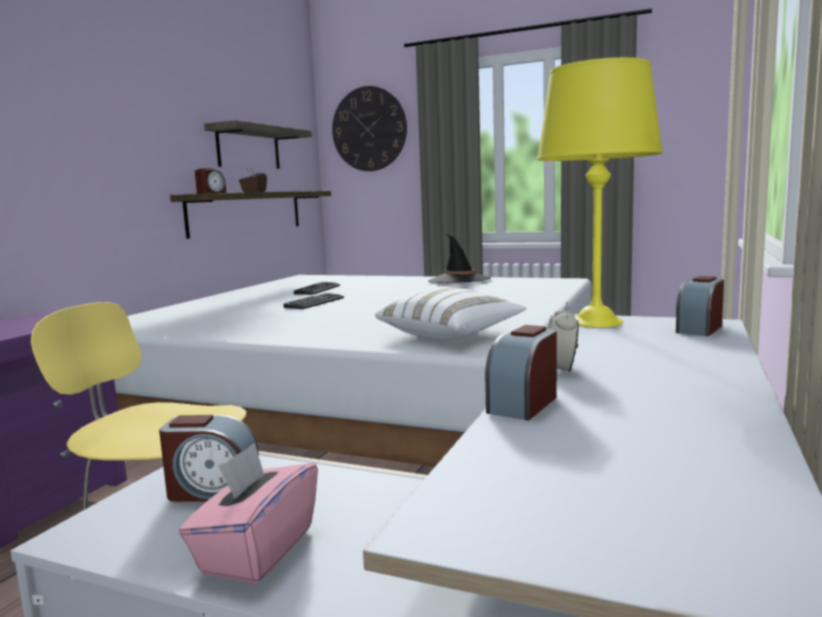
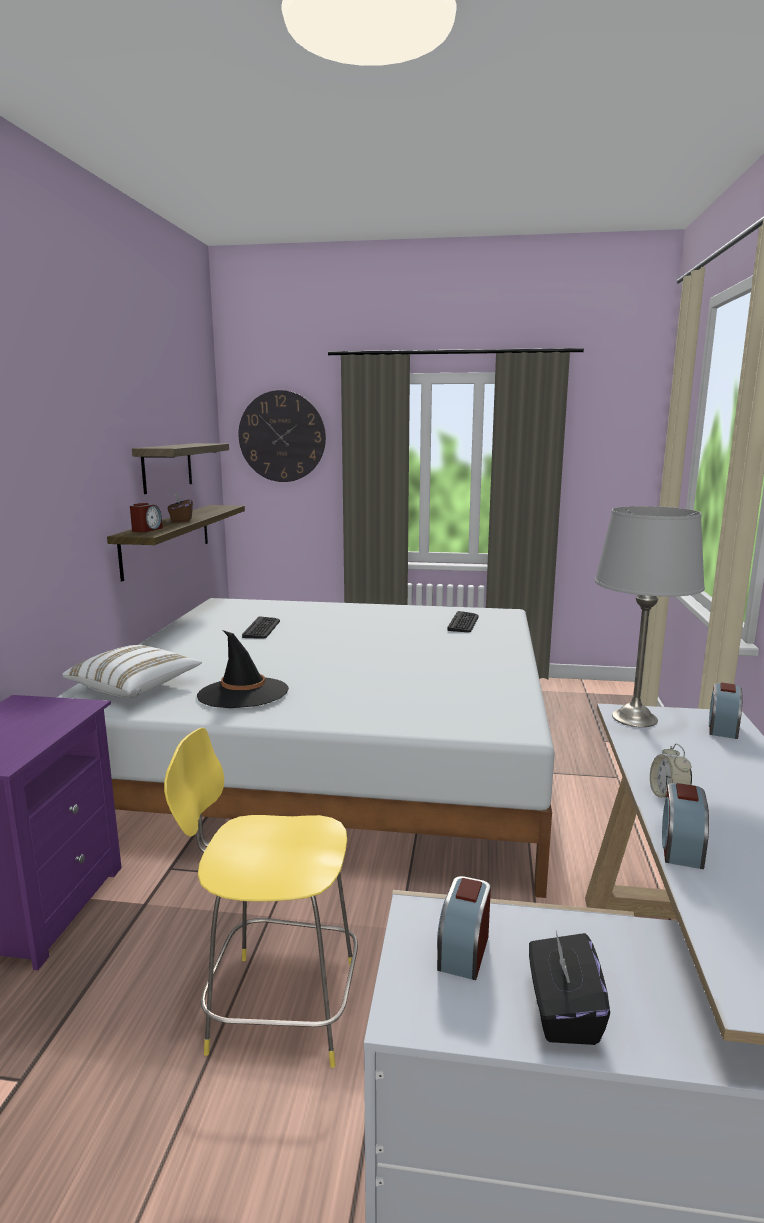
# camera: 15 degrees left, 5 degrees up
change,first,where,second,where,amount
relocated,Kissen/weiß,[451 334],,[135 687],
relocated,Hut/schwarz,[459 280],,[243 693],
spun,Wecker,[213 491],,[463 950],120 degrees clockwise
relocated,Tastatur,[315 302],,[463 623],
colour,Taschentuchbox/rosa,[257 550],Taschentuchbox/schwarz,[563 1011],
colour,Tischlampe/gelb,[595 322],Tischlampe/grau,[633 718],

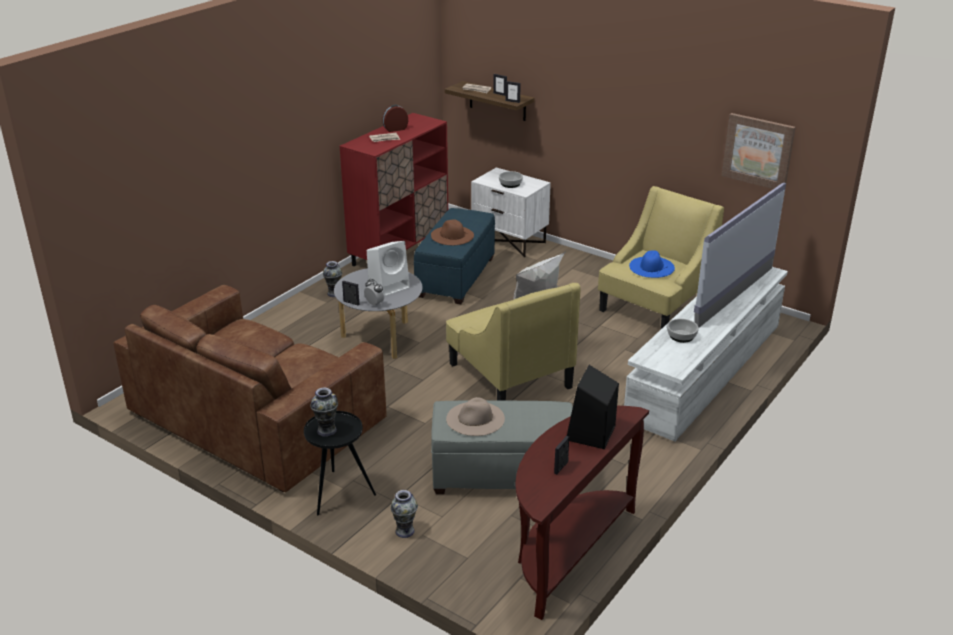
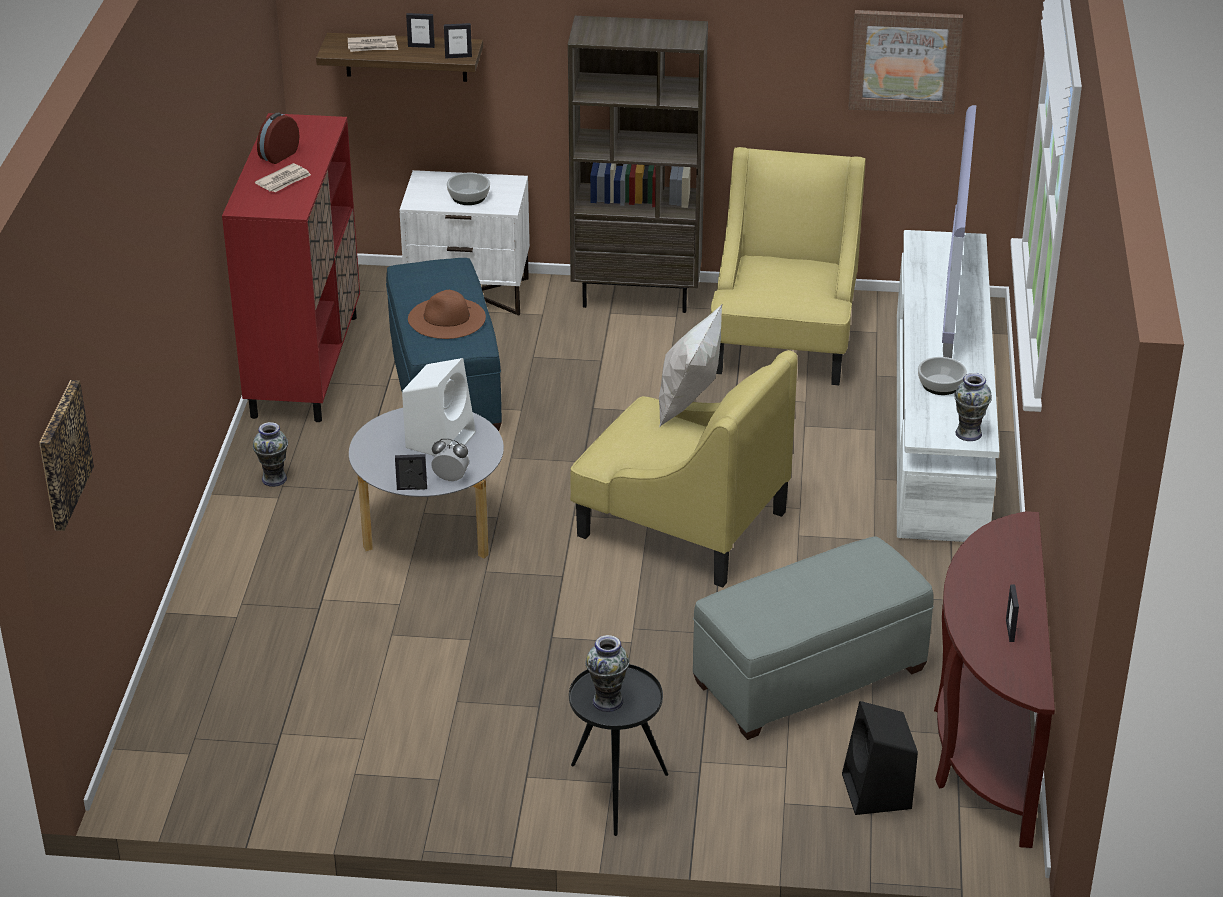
# camera: 30 degrees left, 5 degrees up
change,first,where,second,where,amount
appeared,,,Bild,[62 454],
appeared,,,Bücherregal/braun,[637 296],
relocated,Lautsprecher/schwarz,[590 434],,[877 793],
relocated,Vase,[404 531],,[968 433],
missing,Sofa/braun,[255 417],,,
missing,Hut/beige,[475 418],,,
missing,Hut/blau,[651 267],,,

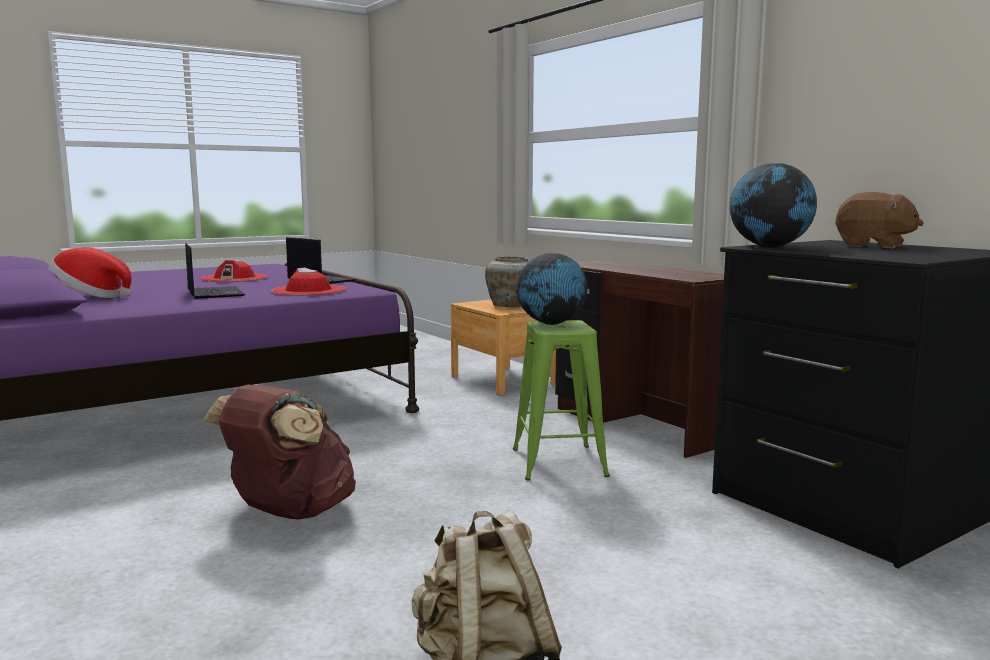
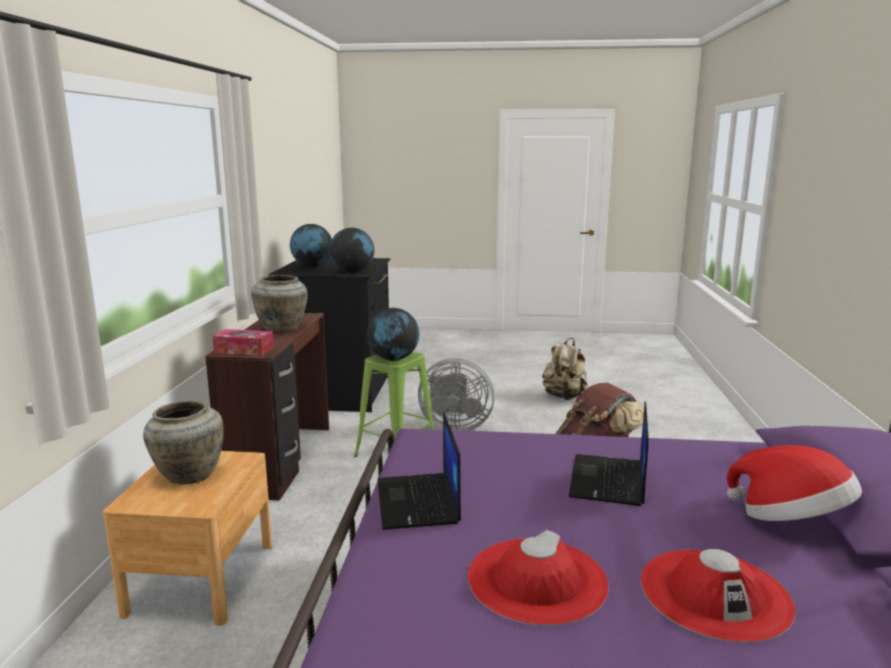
# camera: 140 degrees left, 5 degrees up
change,first,where,second,where,amount
appeared,,,Taschentuchbox,[244 350],
appeared,,,Vase/beige,[281 329],
exchanged,Plüschtier/braun,[873 246],Globus,[312 266],
appeared,,,Ventilator/grau,[454 427],
relocated,Hut/rot,[308 291],,[714 593],

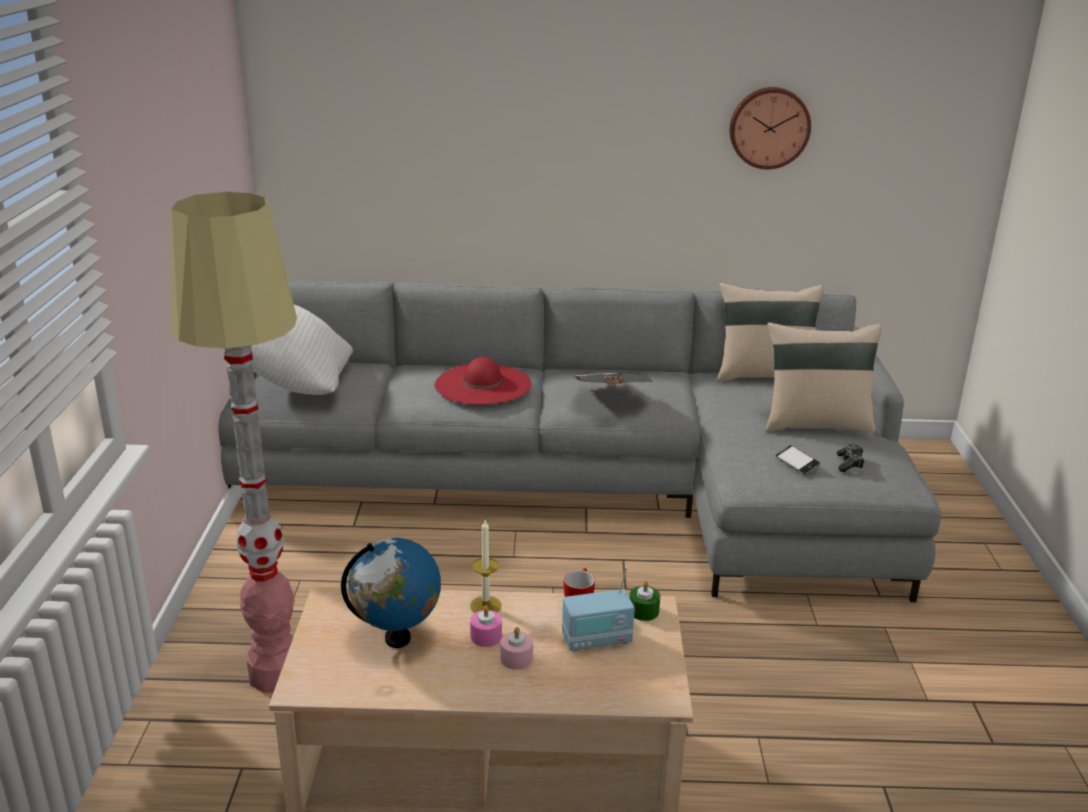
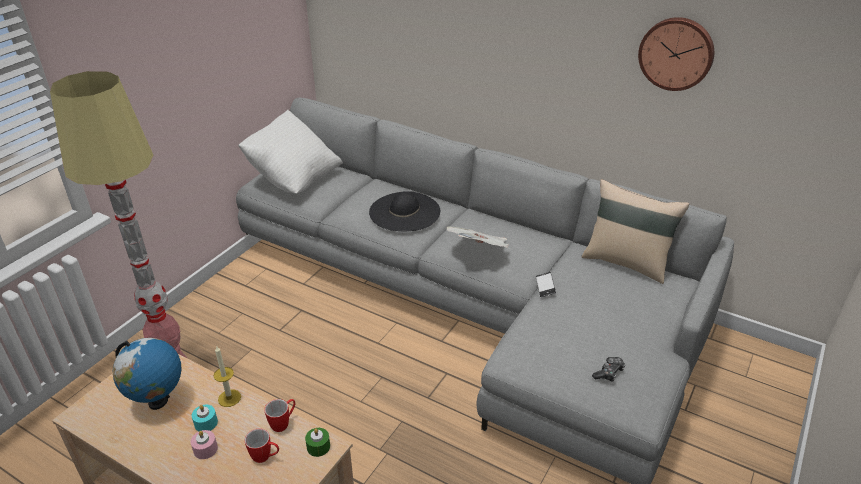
# camera: 30 degrees right, 10 degrees up
change,first,where,second,where,amount
colour,Kerze/rosa,[486 636],Kerze/türkis,[206 423],
exchanged,Radio,[597 640],Henkelbecher,[265 457],
colour,Hut/rot,[483 384],Hut/schwarz,[404 212],
relocated,Handy,[797 463],,[545 287],
missing,Kissen/beige,[815 423],,,

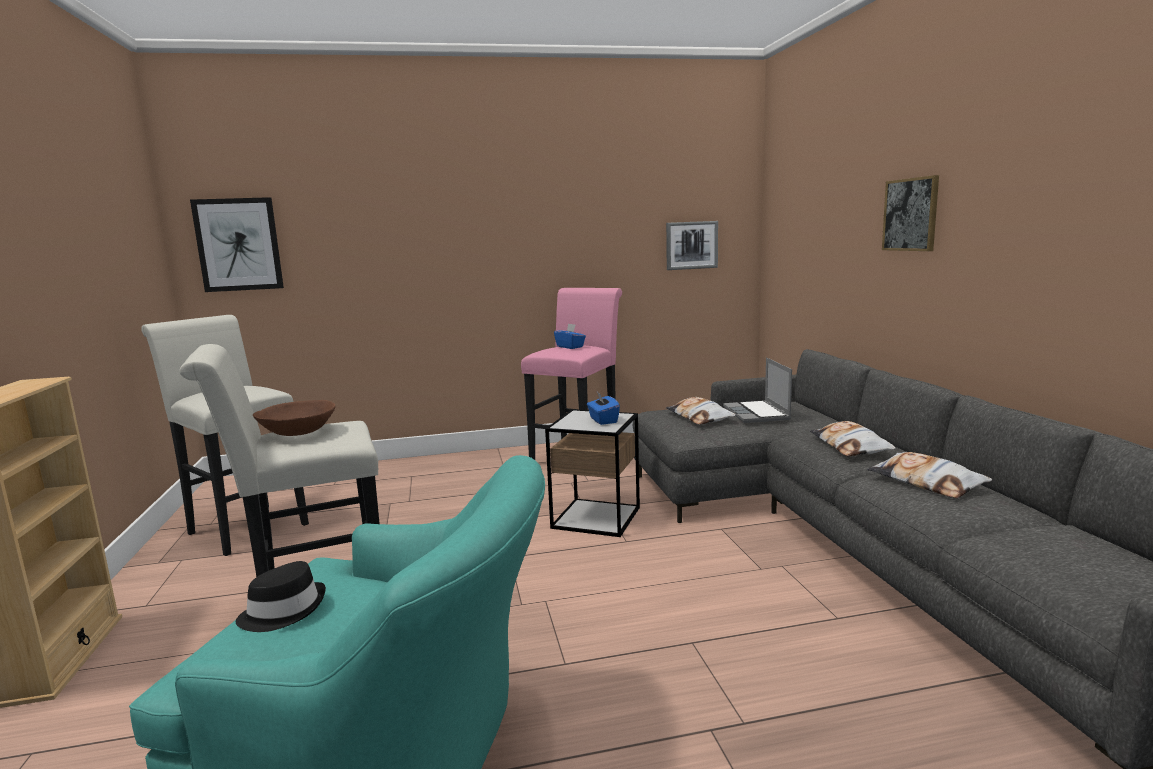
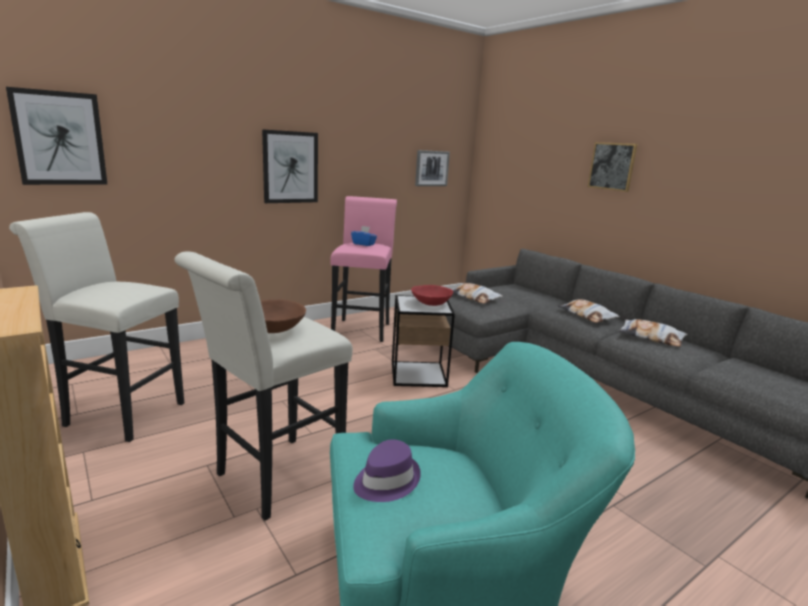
# camera: 25 degrees left, 5 degrees up
change,first,where,second,where,amount
appeared,,,Bild,[290 167],
colour,Hut/schwarz,[284 610],Hut/lila,[385 480],
exchanged,Taschentuchbox/blau,[603 420],Schüssel/rot,[431 303],
missing,Laptop,[757 413],,,

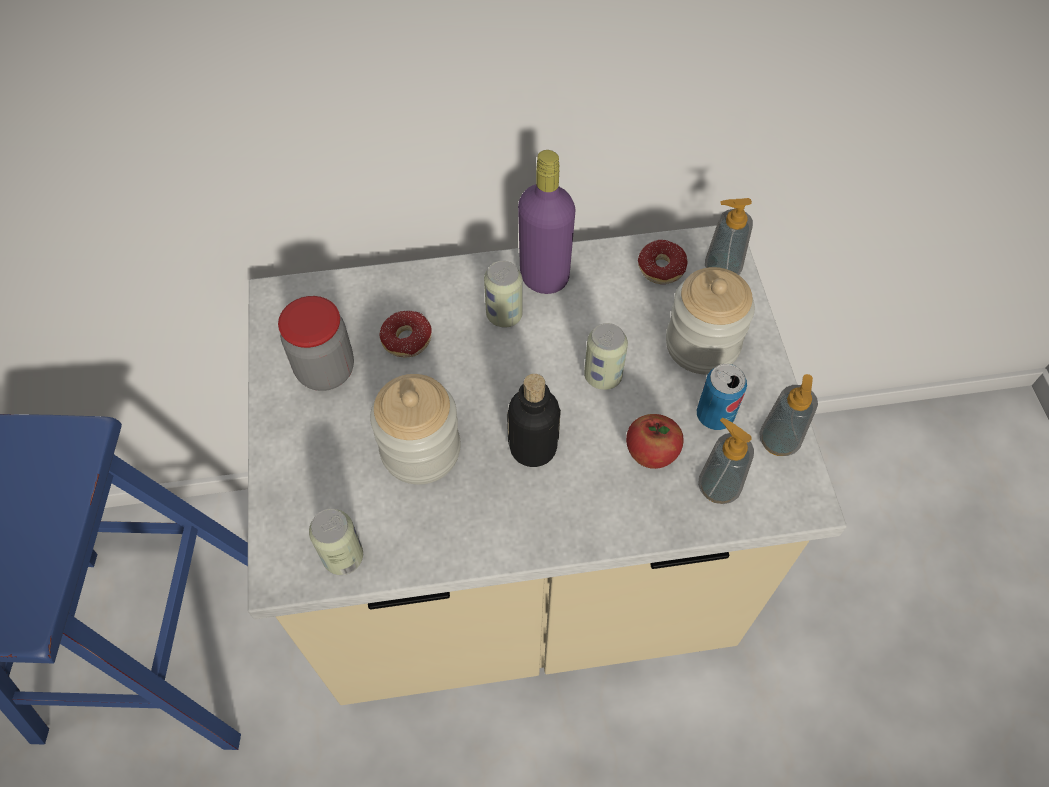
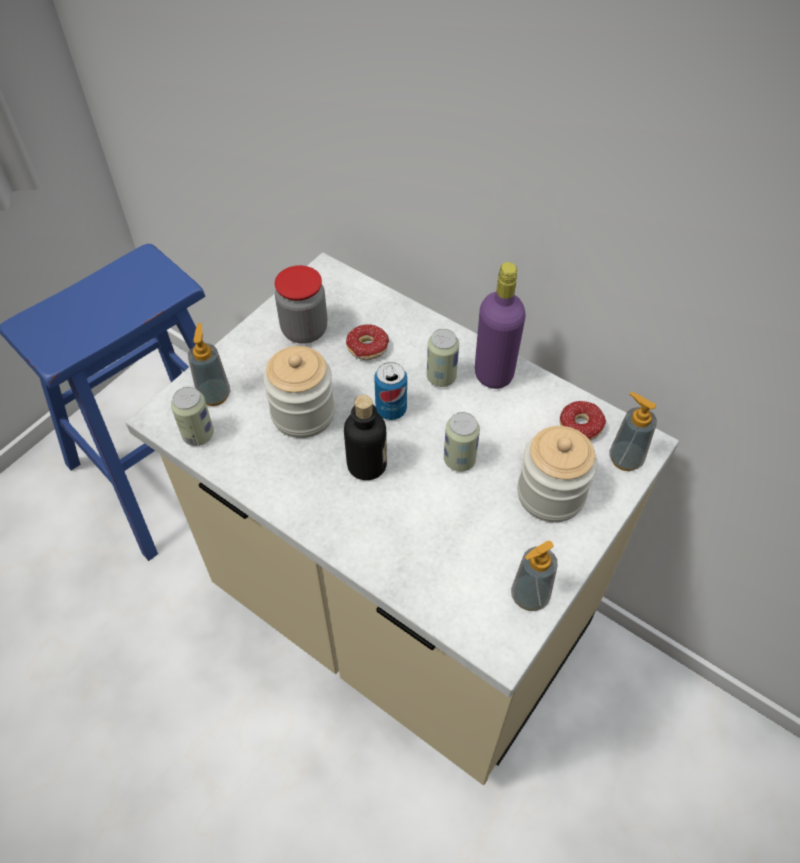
# camera: 45 degrees right, 5 degrees down
change,first,where,second,where,amount
relocated,Seifenspender,[718 487],,[214 395],
relocated,Dose,[714 415],,[391 409],
missing,Apfel,[651 454],,,

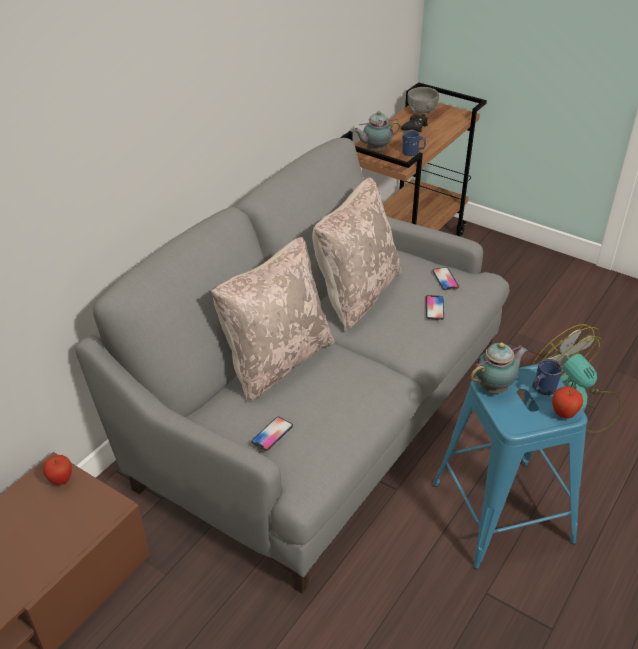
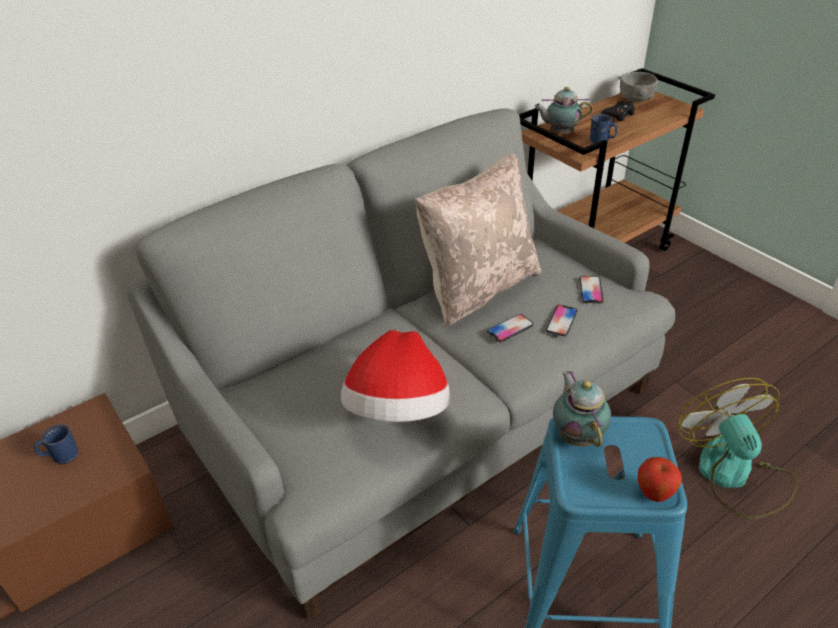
# camera: 20 degrees right, 0 degrees up
change,first,where,second,where,amount
relocated,Henkelbecher/blau,[541 389],,[61 456],
appeared,,,Hut,[398 411],
relocated,Handy,[272 434],,[510 329],
spun,Teekanne,[495 387],,[577 435],90 degrees counterclockwise
missing,Apfel,[61 480],,,
missing,Kissen/beige,[276 361],,,

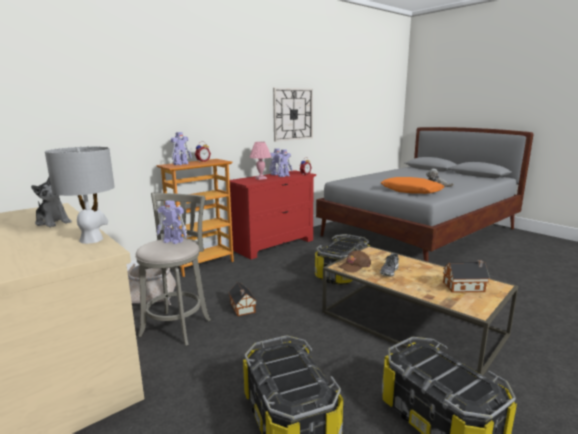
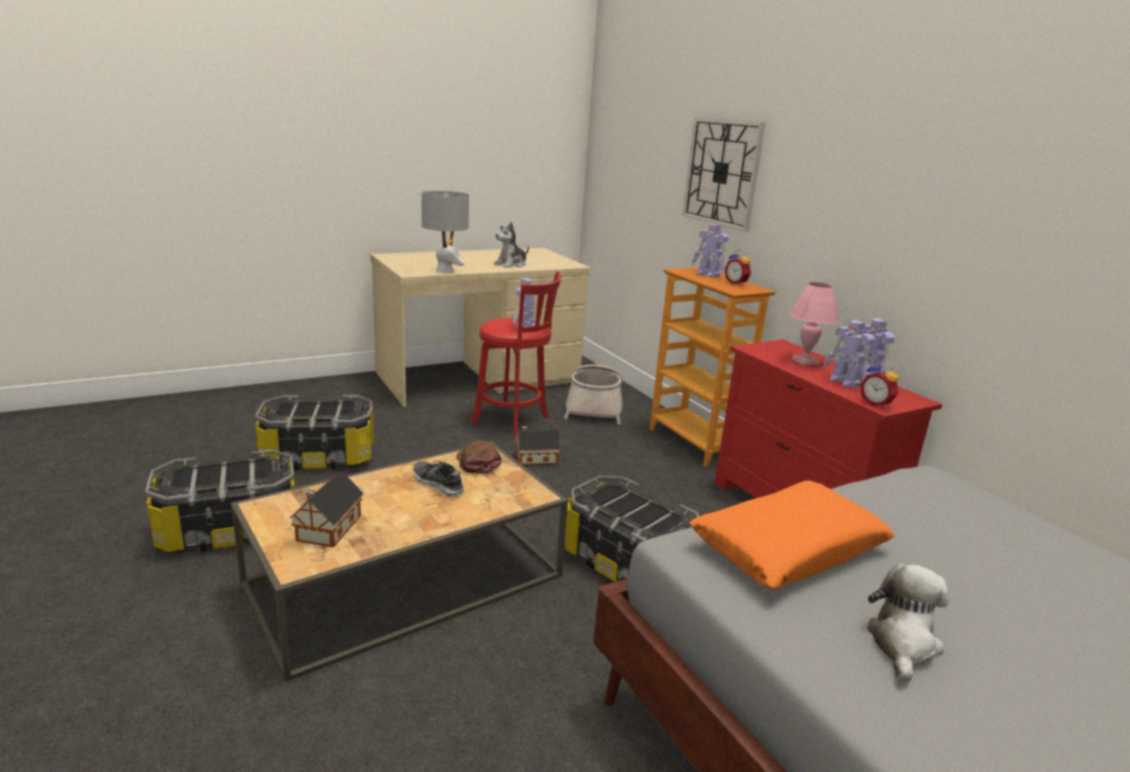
# camera: 100 degrees right, 5 degrees up
change,first,where,second,where,amount
colour,Hocker/grau,[178 326],Hocker/rot,[513 422],
relocated,Wanduhr,[293 114],,[722 172],

